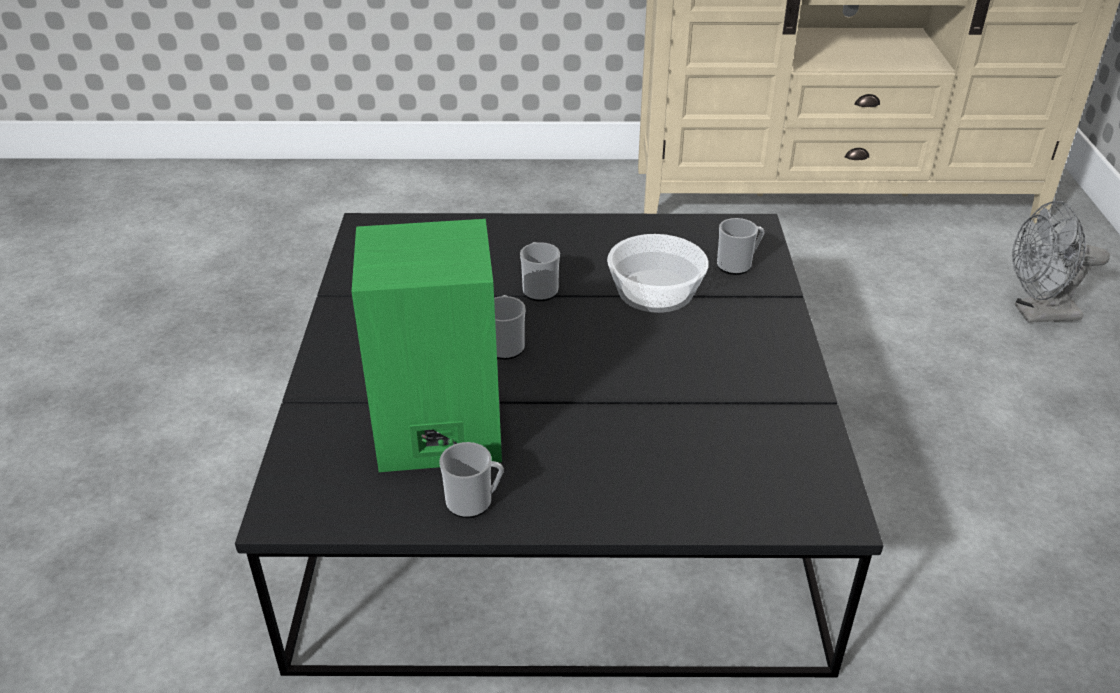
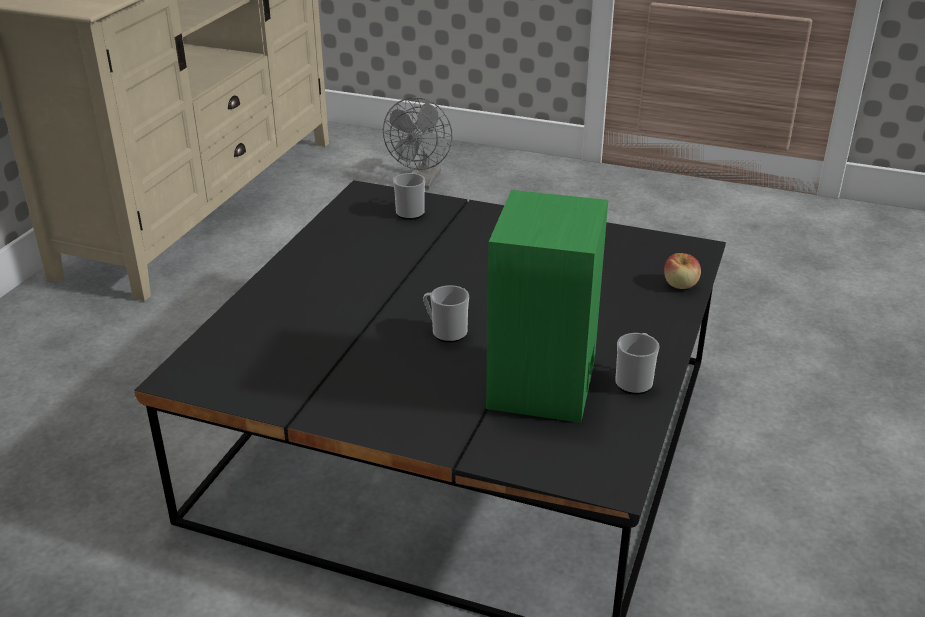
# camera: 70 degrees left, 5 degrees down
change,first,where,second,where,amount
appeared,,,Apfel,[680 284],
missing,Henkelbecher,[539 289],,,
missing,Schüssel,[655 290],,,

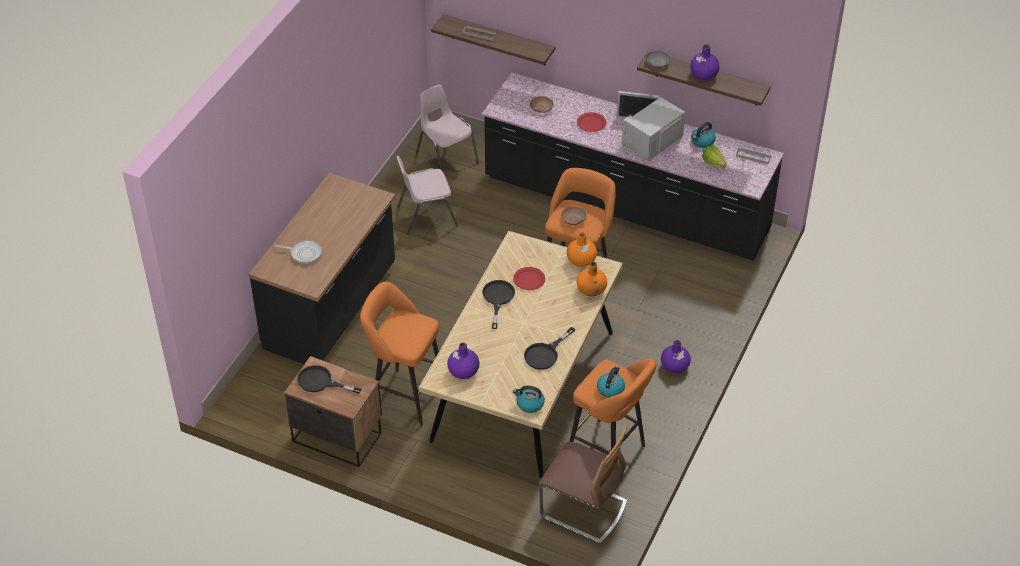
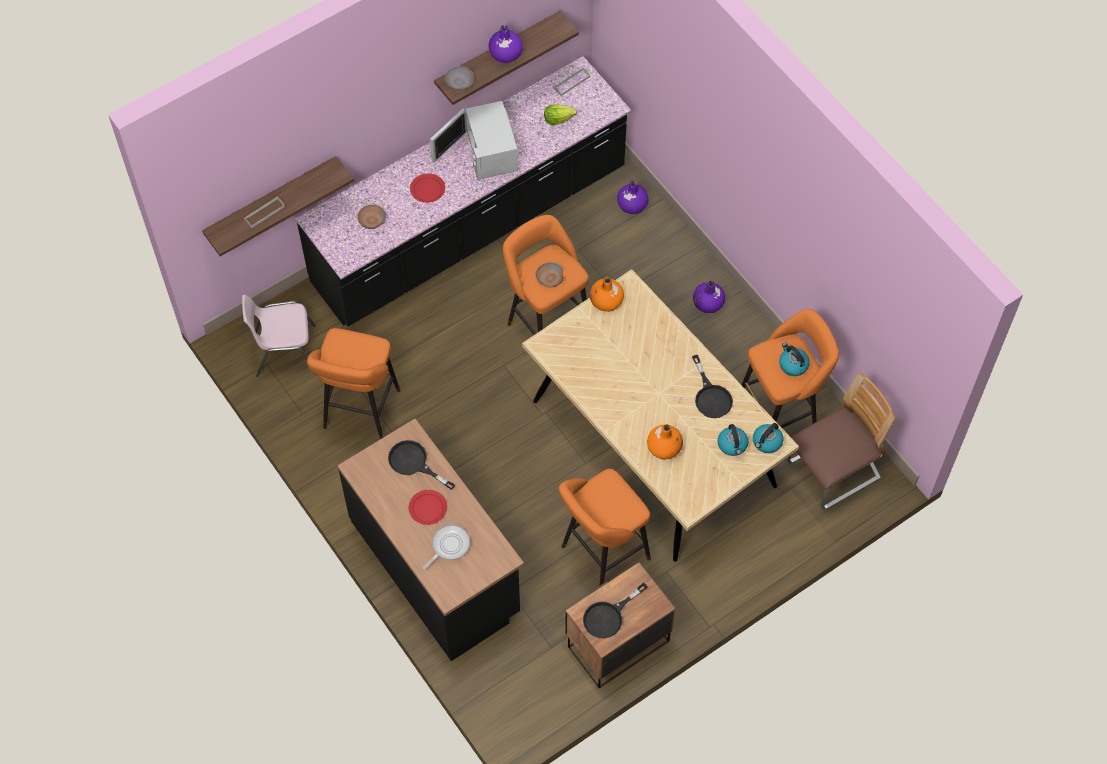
# camera: 60 degrees left, 15 degrees up
change,first,where,second,where,amount
exchanged,Stuhl/rosa,[426 216],Hocker/orange,[360 413],
relocated,Pfanne/schwarz,[497 299],,[414 463],
relocated,Teller/rot,[529 280],,[428 508],
relocated,Vase/lila,[463 371],,[632 205],
relocated,Vase/orange,[591 290],,[664 448],
relocated,Wasserkessel,[702 142],,[732 445],

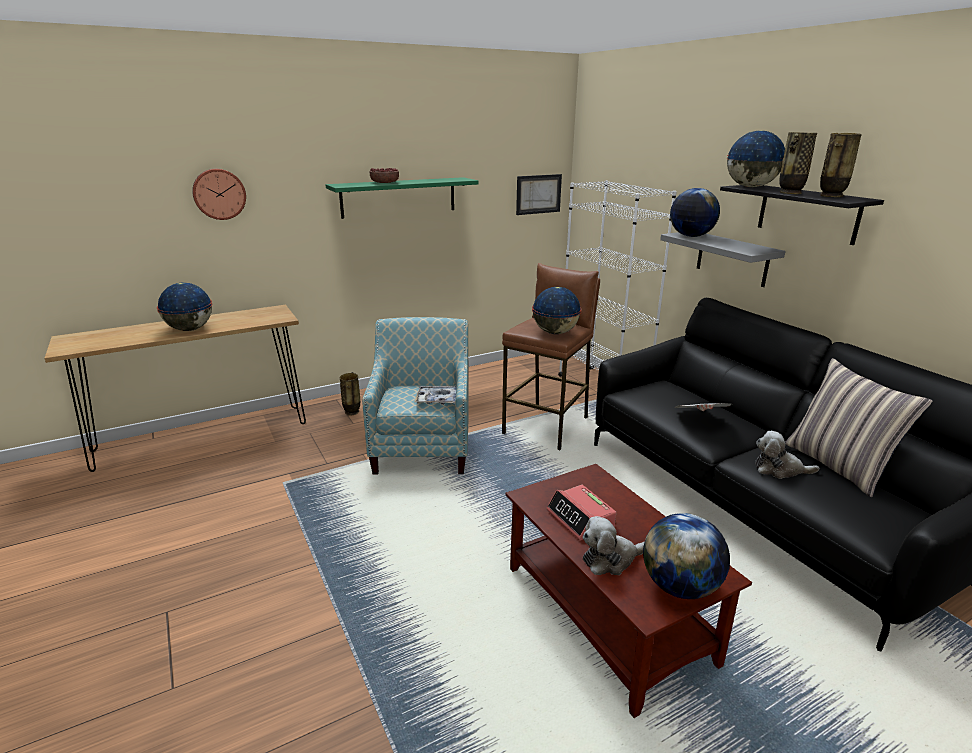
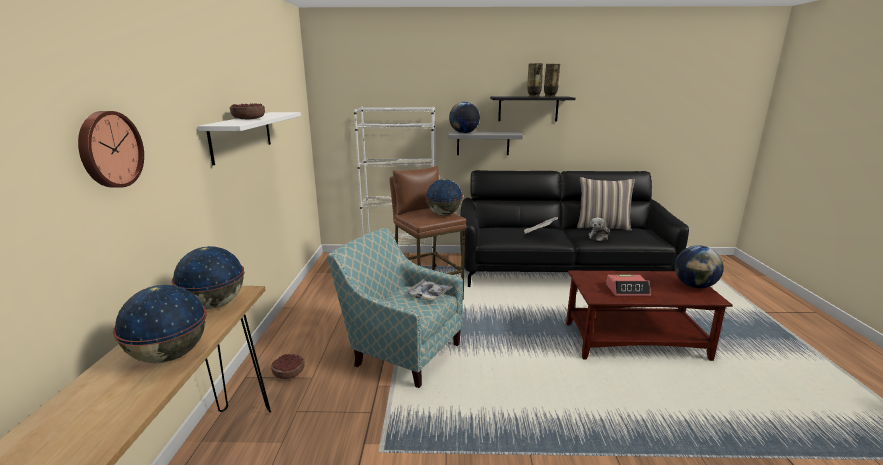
# camera: 60 degrees left, 5 degrees down
change,first,where,second,where,amount
relocated,Globus,[750 187],,[214 305],
colour,Wandregal/grün,[399 197],Wandregal/weiß,[242 135],
exchanged,Vase,[352 412],Schüssel,[289 373],
missing,Bild,[538 194],,,
missing,Plüschtier,[611 559],,,

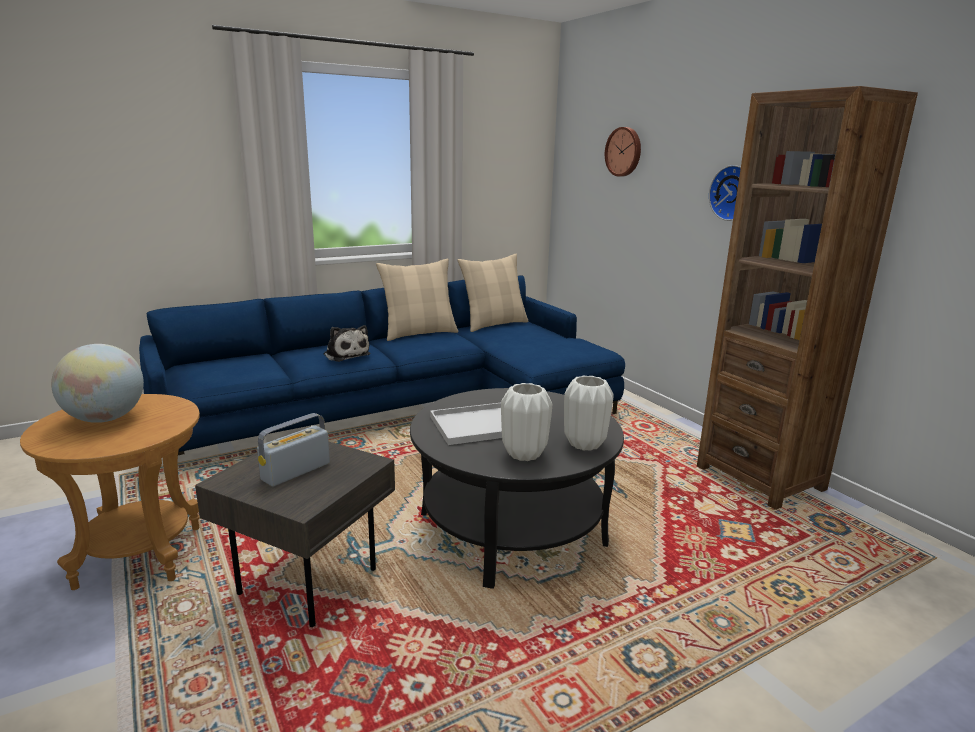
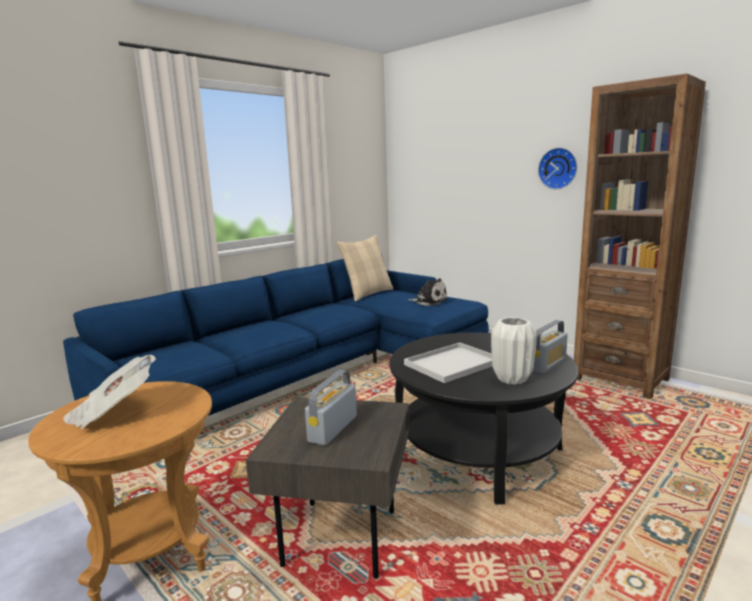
# camera: 15 degrees left, 5 degrees down
change,first,where,second,where,amount
exchanged,Globus,[105 419],Zeitung,[113 412],
relocated,Plüschtier,[346 354],,[429 302],
exchanged,Vase/weiß,[585 444],Radio,[547 364],
missing,Kissen/beige,[419 333],,,
missing,Wanduhr,[624 152],,,

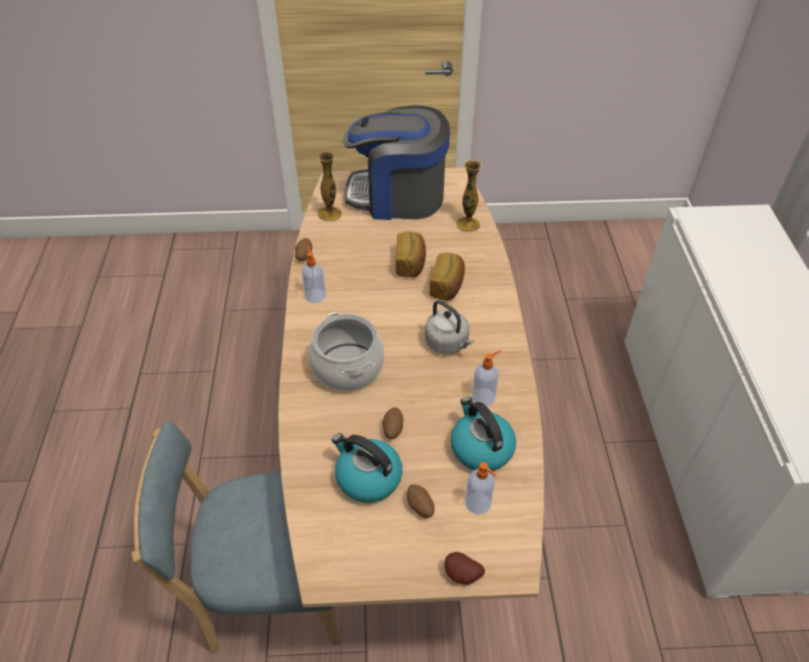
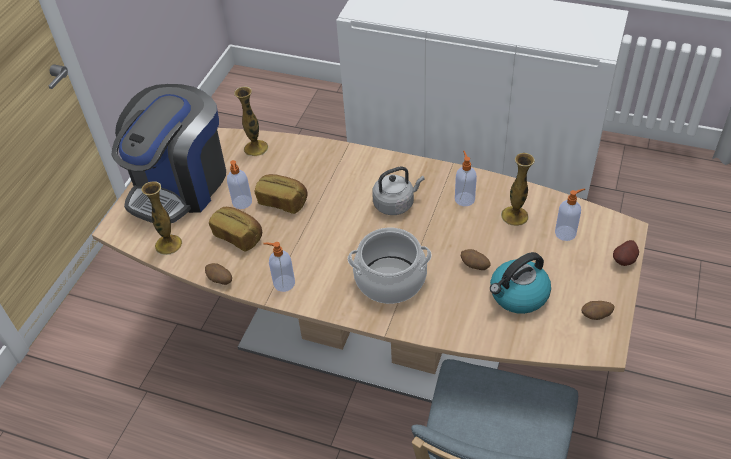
# camera: 65 degrees left, 0 degrees up
change,first,where,second,where,amount
relocated,Brot,[447 286],,[238 236],
appeared,,,Seifenspender,[242 202],
exchanged,Wasserkessel,[480 448],Vase,[514 216],
relocated,Kartoffel,[420 507],,[596 316],

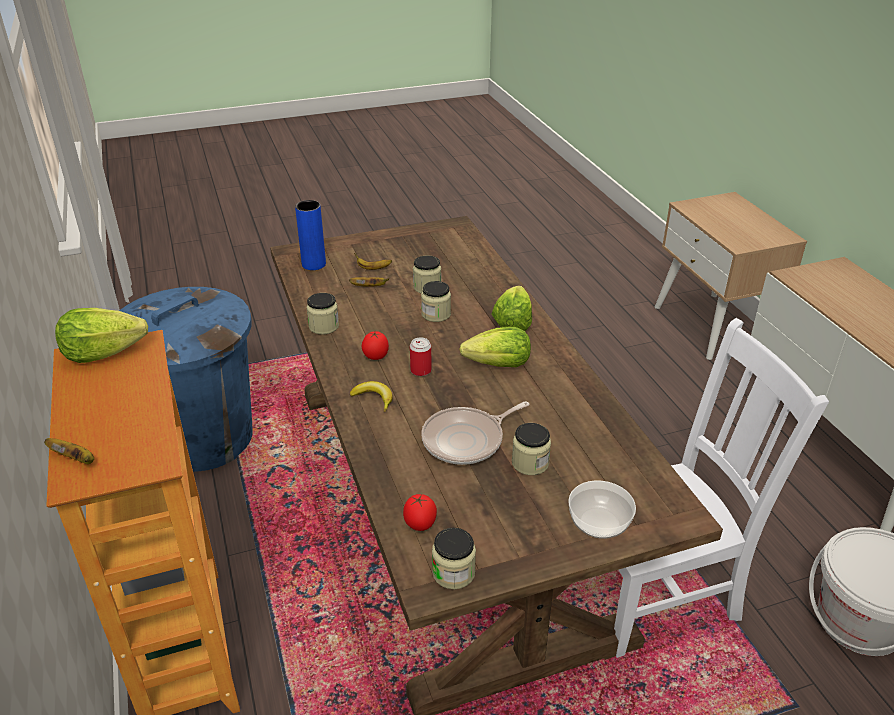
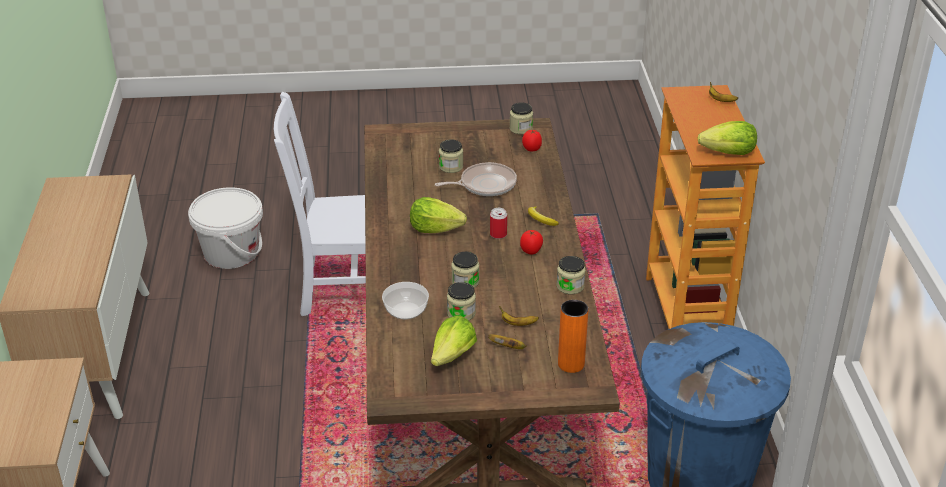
# camera: 165 degrees left, 0 degrees up
change,first,where,second,where,amount
relocated,Schüssel,[598 522],,[406 309],
relocated,Salatkopf,[512 322],,[453 355],
colour,Vase/blau,[314 264],Vase/orange,[571 364],

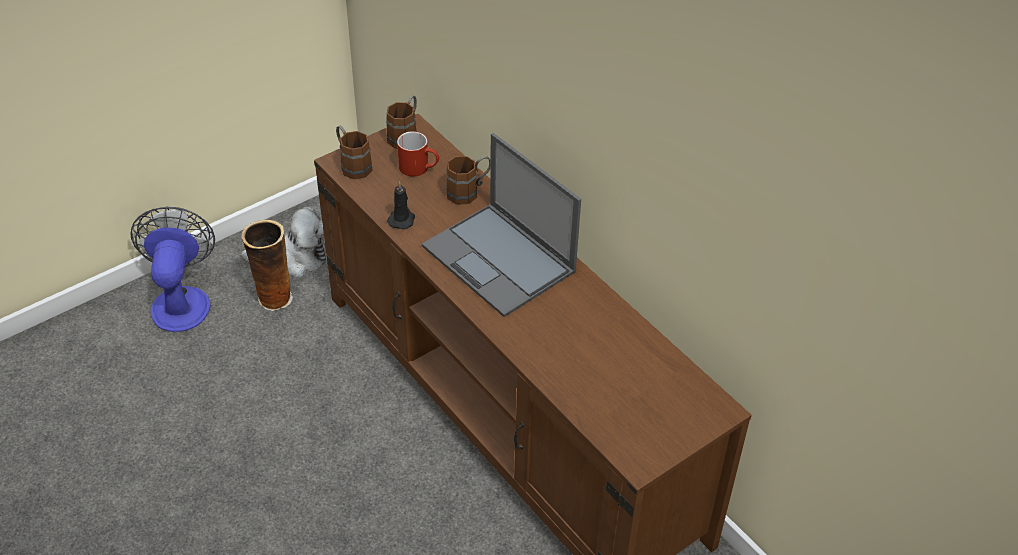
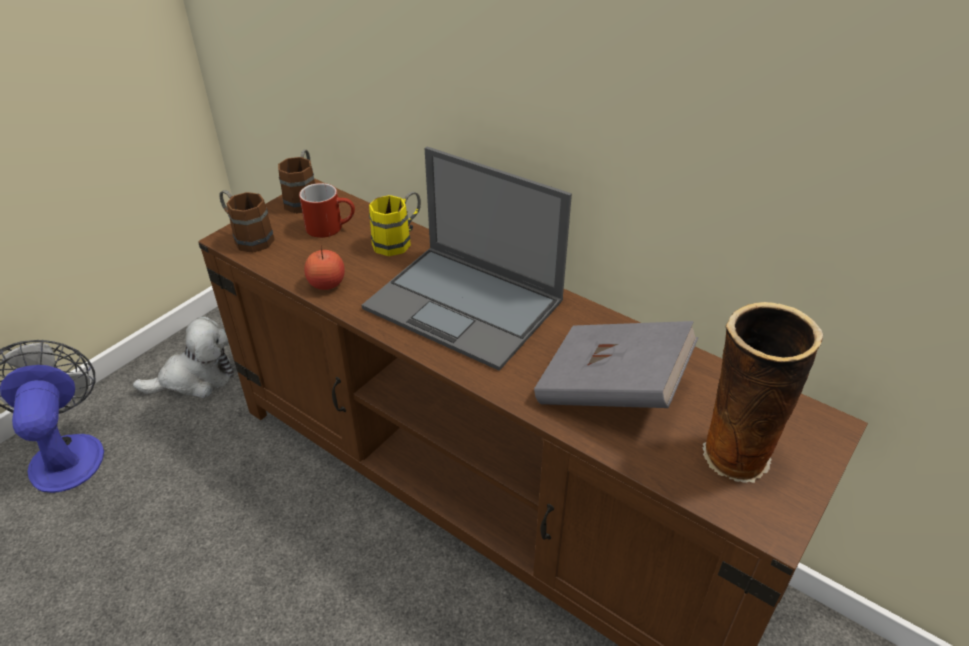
# camera: 15 degrees left, 5 degrees down
change,first,where,second,where,amount
exchanged,Kerze/schwarz,[402 219],Apfel,[327 284],
colour,Henkelbecher/braun,[469 191],Henkelbecher/gelb,[399 241],
appeared,,,Buch/grau,[611 390],
relocated,Vase,[273 297],,[732 456],

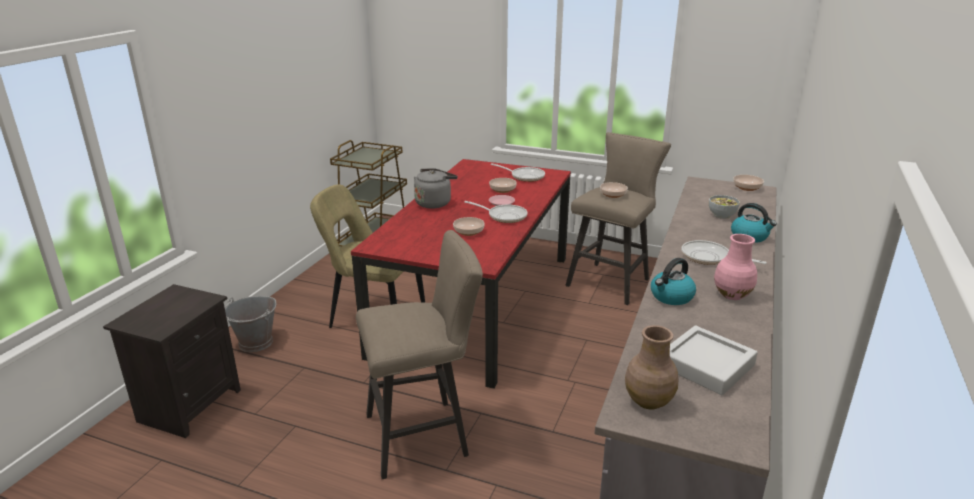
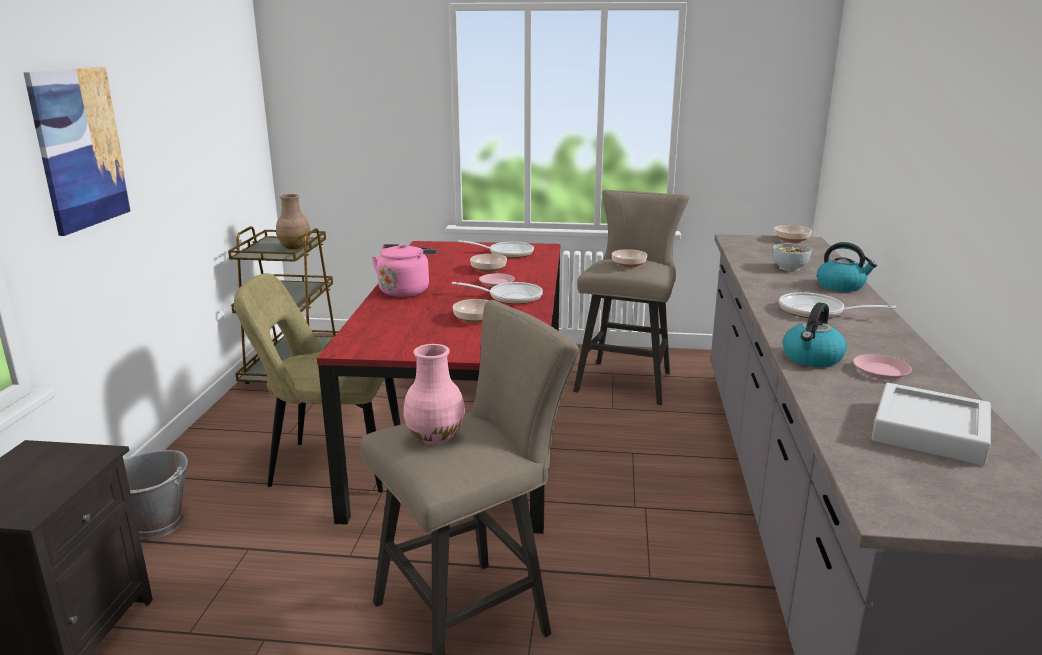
# camera: 15 degrees left, 5 degrees down
change,first,where,second,where,amount
appeared,,,Bild,[80 148],
relocated,Vase/braun,[648 400],,[294 247],
colour,Wasserkessel/grau,[434 203],Wasserkessel/rosa,[405 290],
relocated,Vase/rosa,[732 295],,[436 437],
appeared,,,Teller/rosa,[881 371],

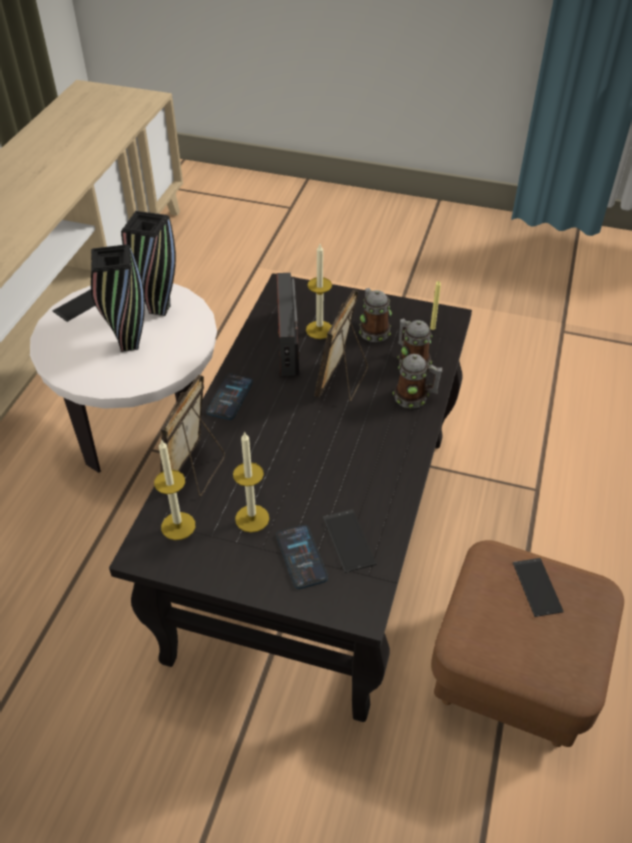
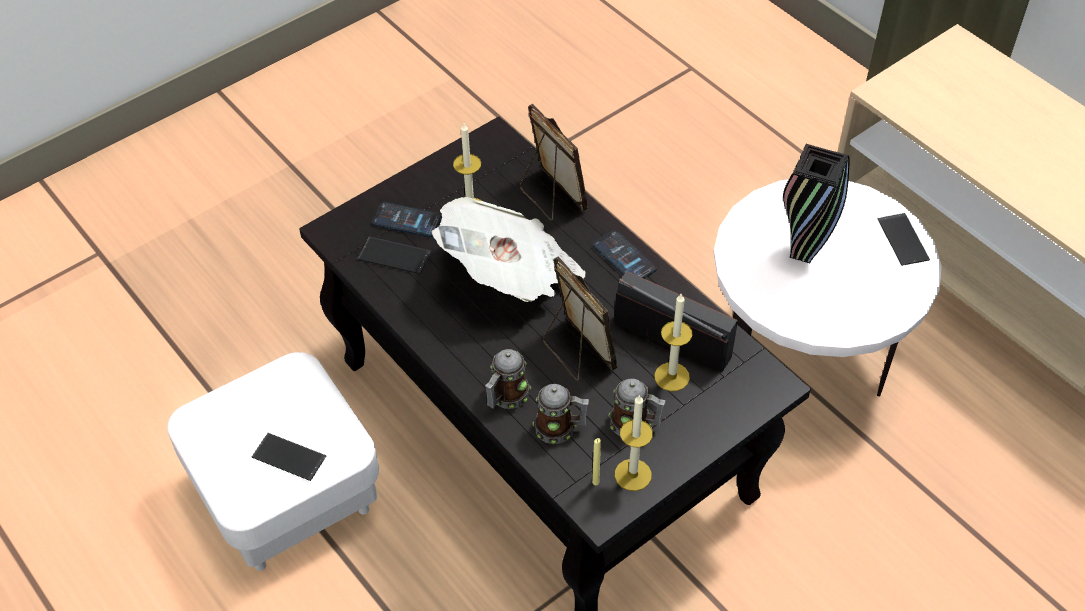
# camera: 125 degrees right, 5 degrees up
change,first,where,second,where,amount
colour,Polsterhocker/braun,[513 673],Polsterhocker/weiß,[287 494],
appeared,,,Zeitung,[511 275],
relocated,Kerze,[178 526],,[633 475],
missing,Vase/schwarz,[159 309],,,

